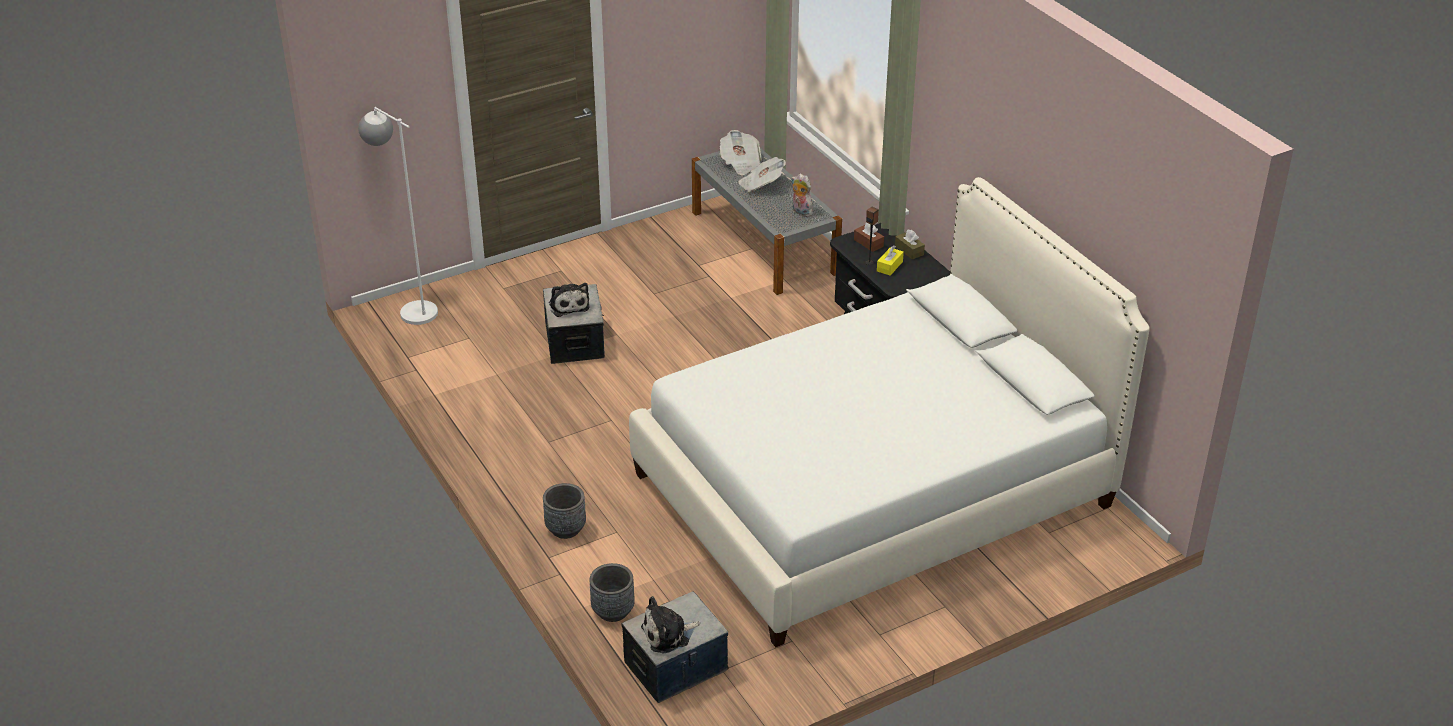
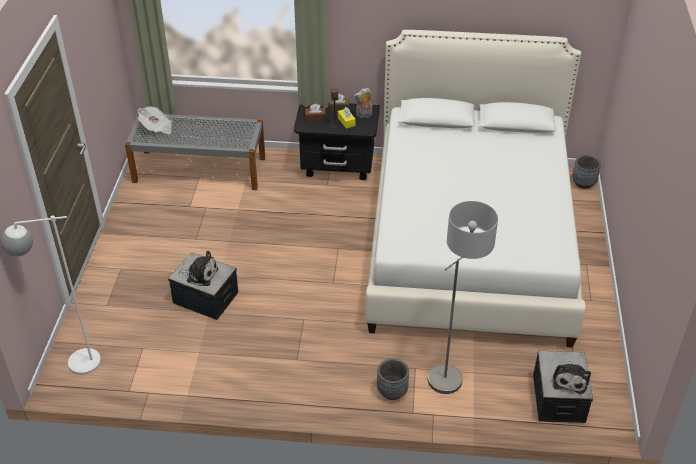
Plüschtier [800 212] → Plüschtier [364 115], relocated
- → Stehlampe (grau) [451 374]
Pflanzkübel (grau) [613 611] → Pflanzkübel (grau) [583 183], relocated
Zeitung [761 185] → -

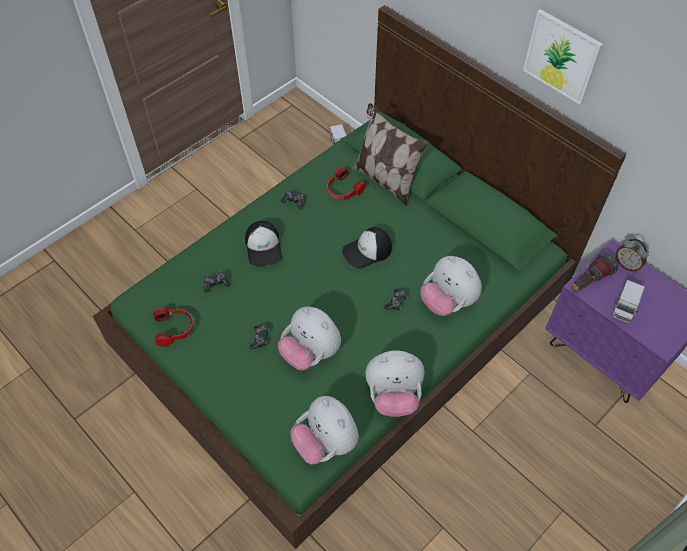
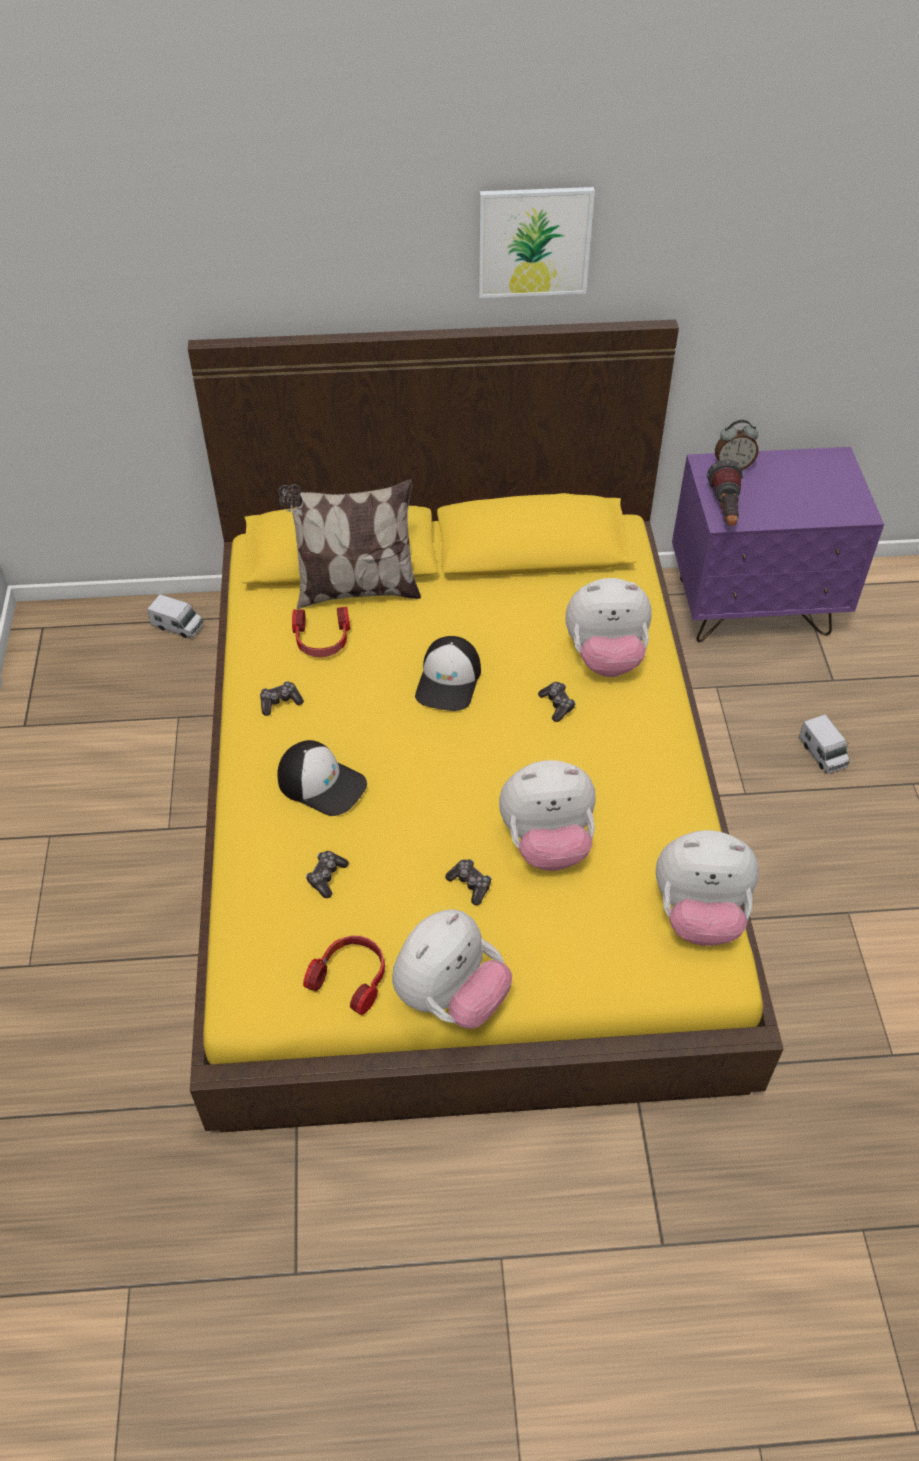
Bett (grün) [345 316] → Bett (gelb) [460 807]
Plüschtier [393 395] → Plüschtier [450 996], relocated
Spielzeuglaster [624 307] → Spielzeuglaster [822 753], relocated

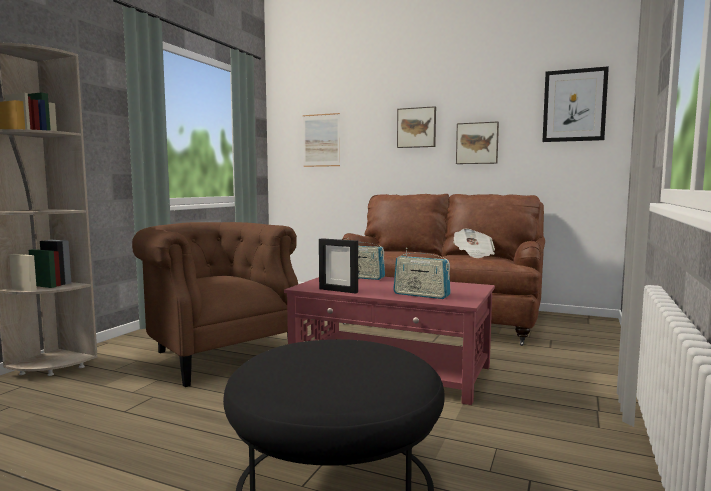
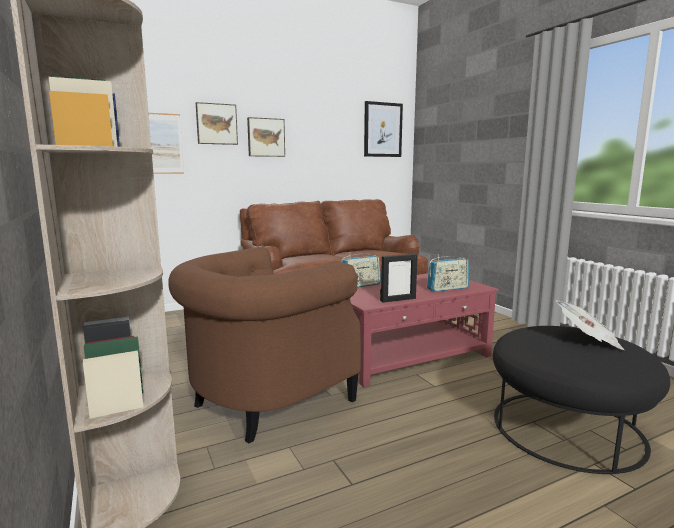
Sessel (braun) [216 354] → Sessel (braun) [265 402], 45 degrees counterclockwise
Bild [477 143] → Bild [216 124], relocated
Zeitung [473 255] → Zeitung [588 340], relocated

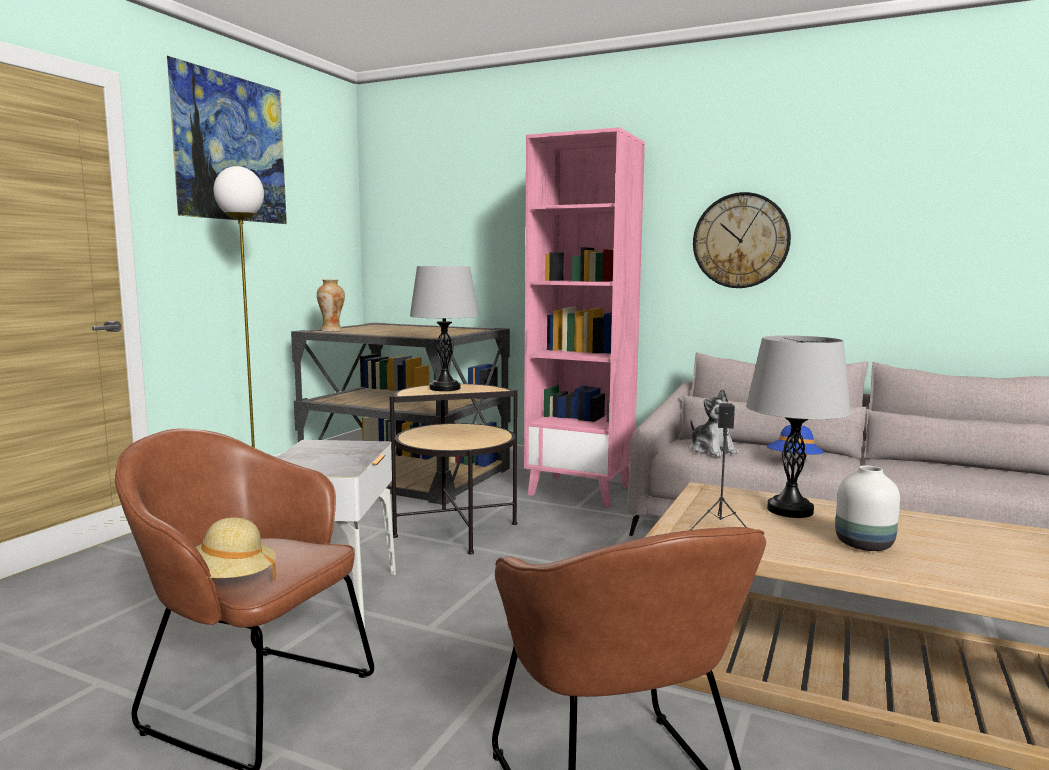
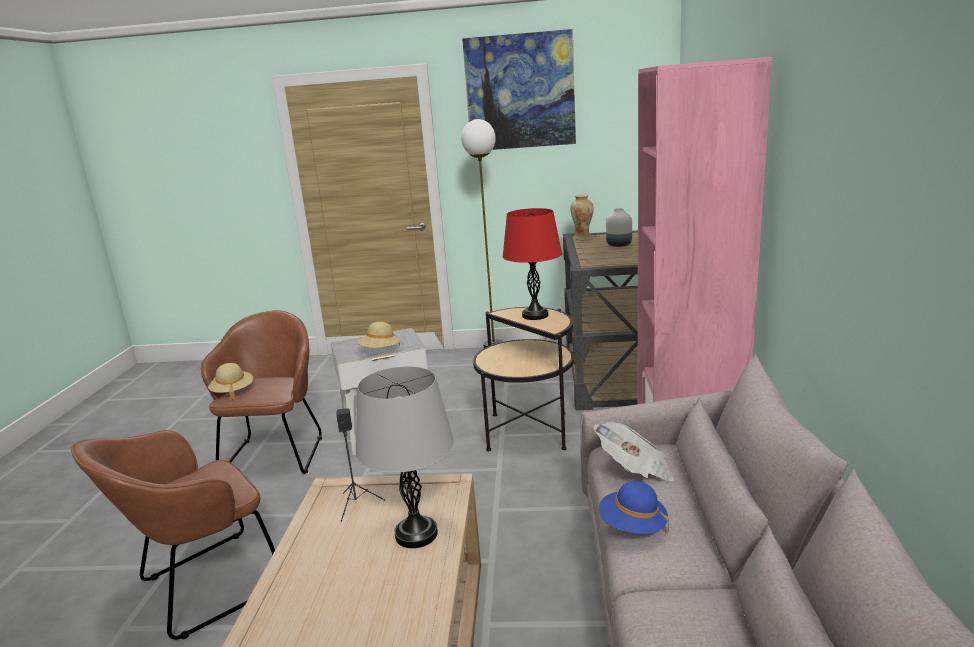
- → Hut (beige) [380 351]
Tischlampe (grau) [445 388] → Tischlampe (rot) [535 315]
Plüschtier [712 450] → Zeitung [635 470]
Vase (weiß) [865 545] → Vase (weiß) [619 245], relocated
Wanduhr [740 240] → -

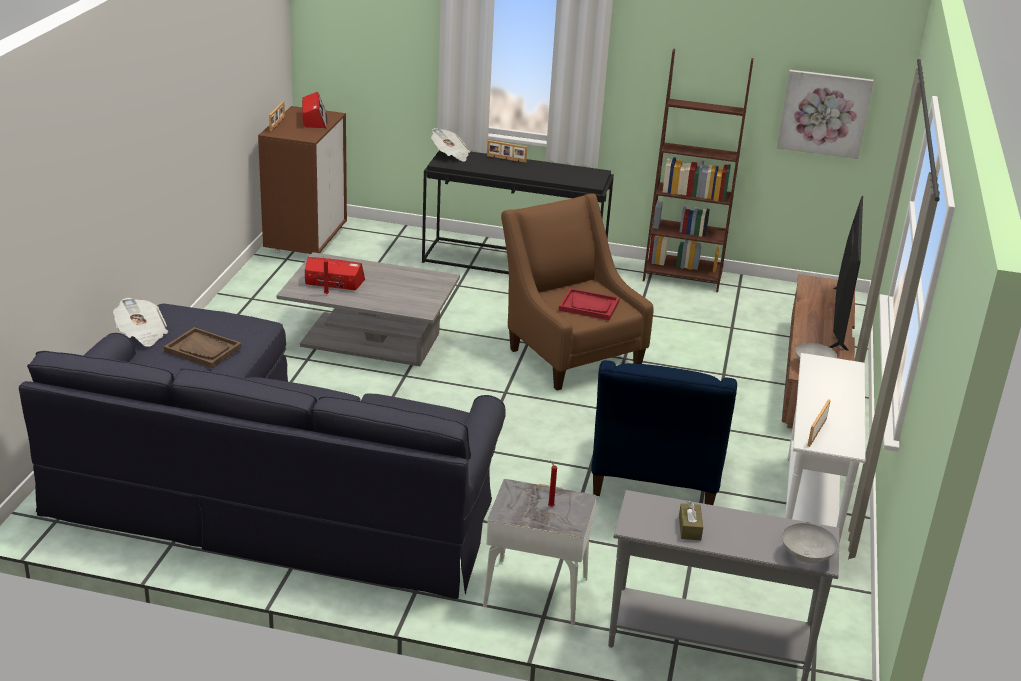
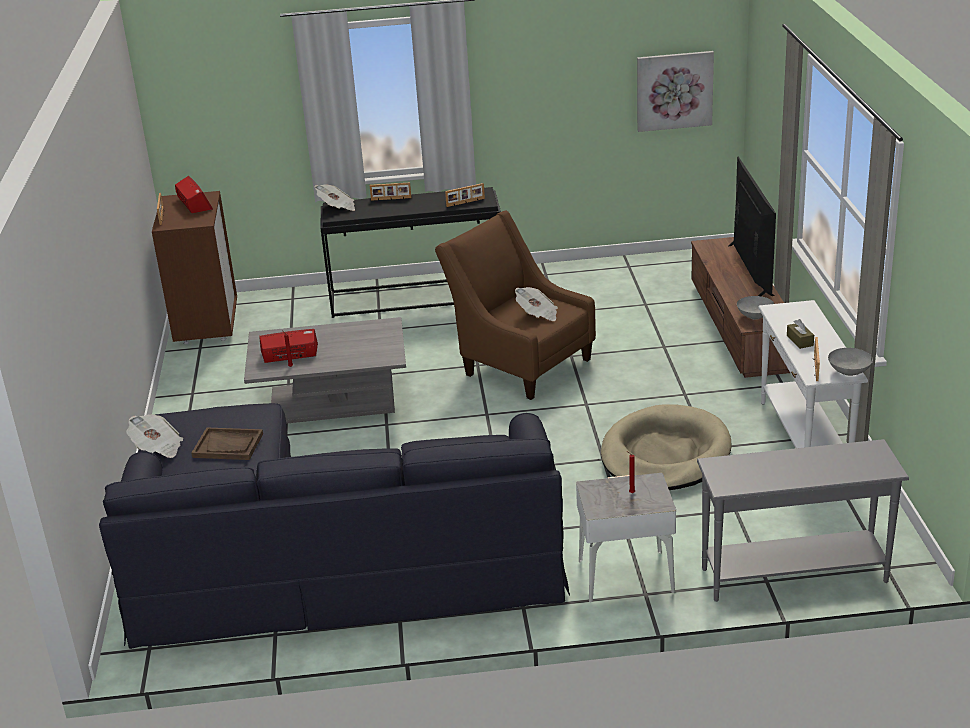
- → Bilderrahmen [465 202]
Tablett (rot) [589 306] → Zeitung [537 314]
Sessel (blau) [654 482] → Hundebett (beige) [665 455]
Taschentuchbox (braun) [689 528] → Taschentuchbox (braun) [800 341], relocated
Schüssel (grau) [805 557] → Schüssel (grau) [849 372], relocated
Bücherregal (braun) [682 276] → -

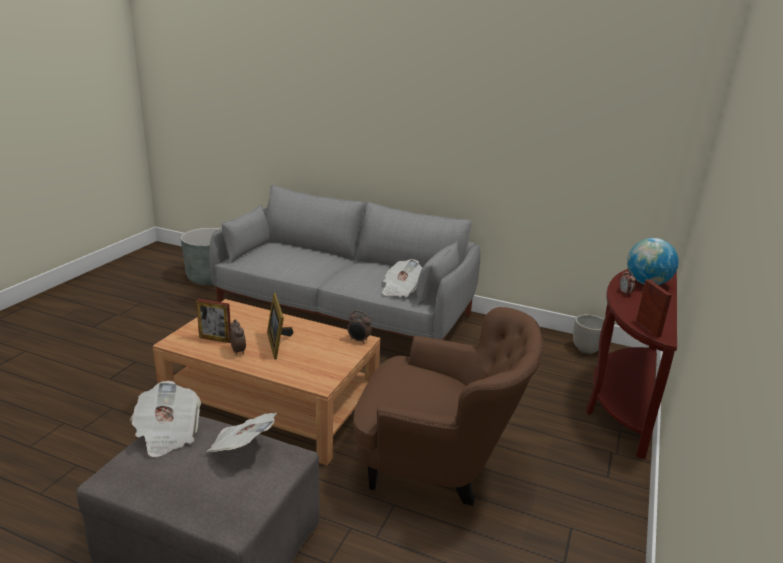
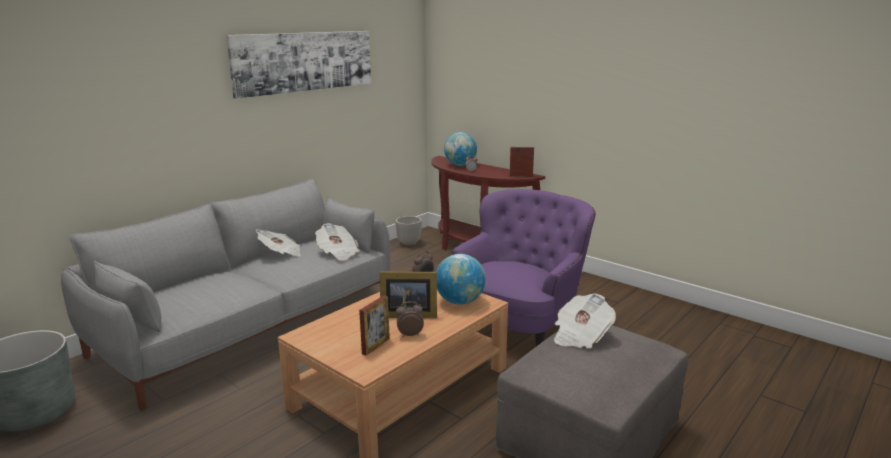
- → Bild [305 61]
Zeitung [167 433] → Zeitung [281 253], relocated
- → Globus [460 301]
Sessel (braun) [438 463] → Sessel (lila) [518 321]

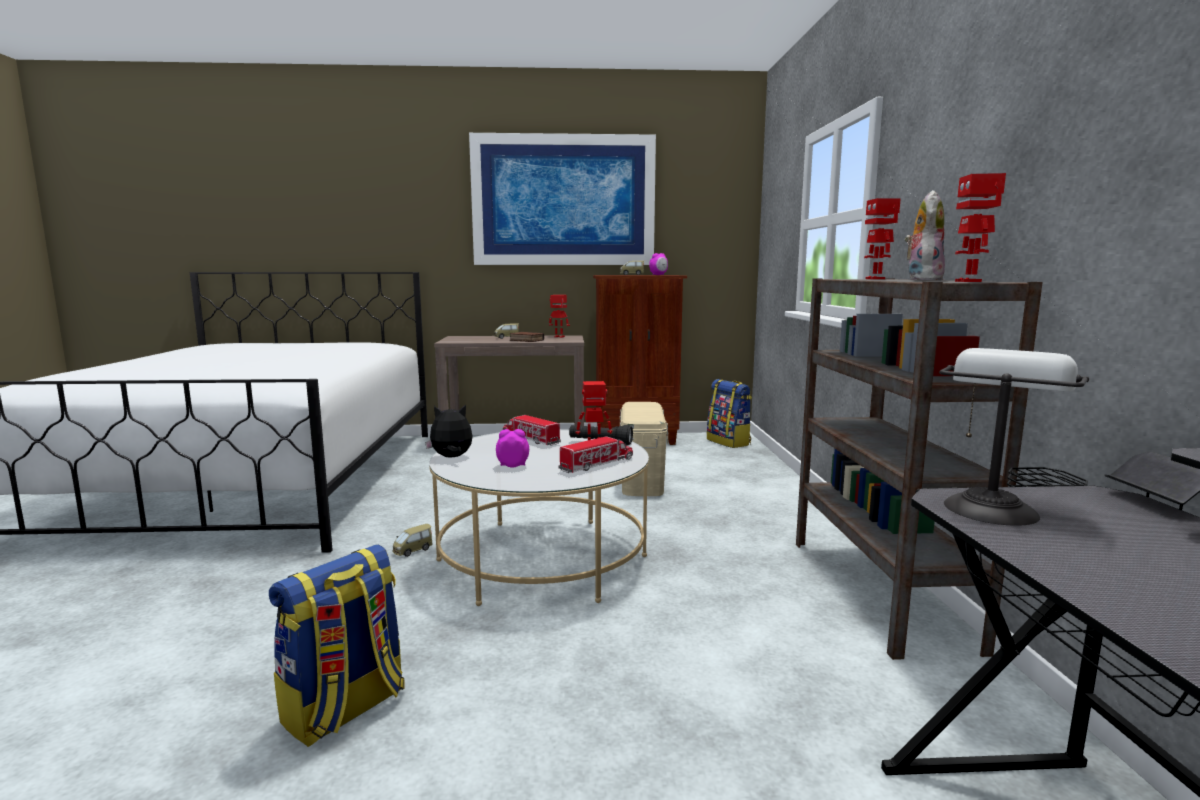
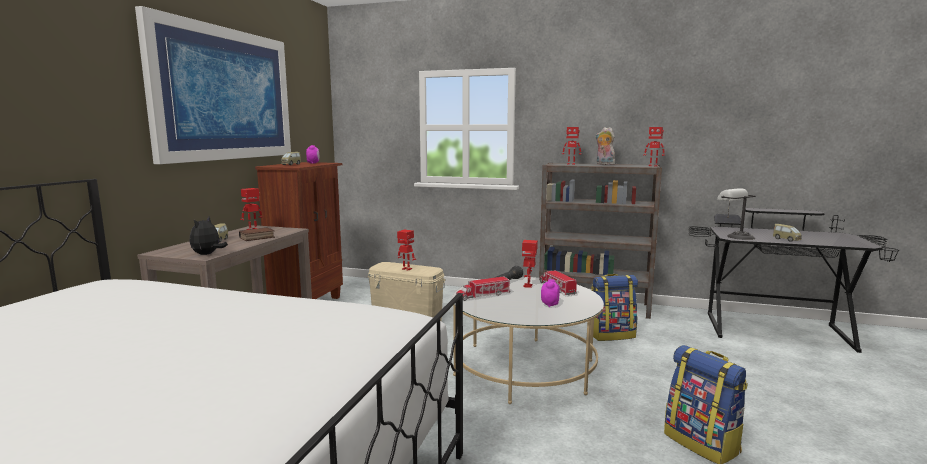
Plüschtier [451 457] → Plüschtier [207 254], relocated
- → Spielzeugroboter [406 269]
Rucksack [729 442] → Rucksack [611 335], relocated
Spielzeugauto [412 550] → Spielzeugauto [786 239], relocated

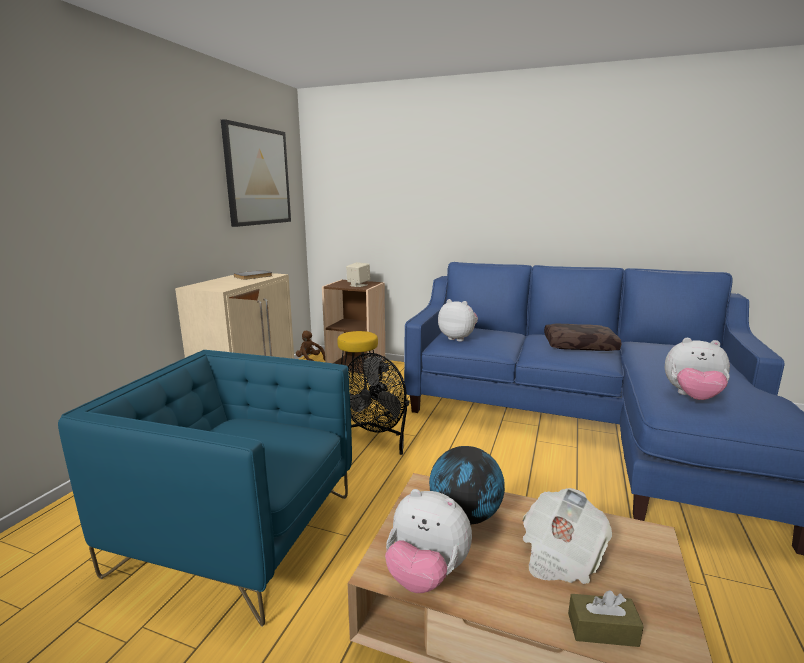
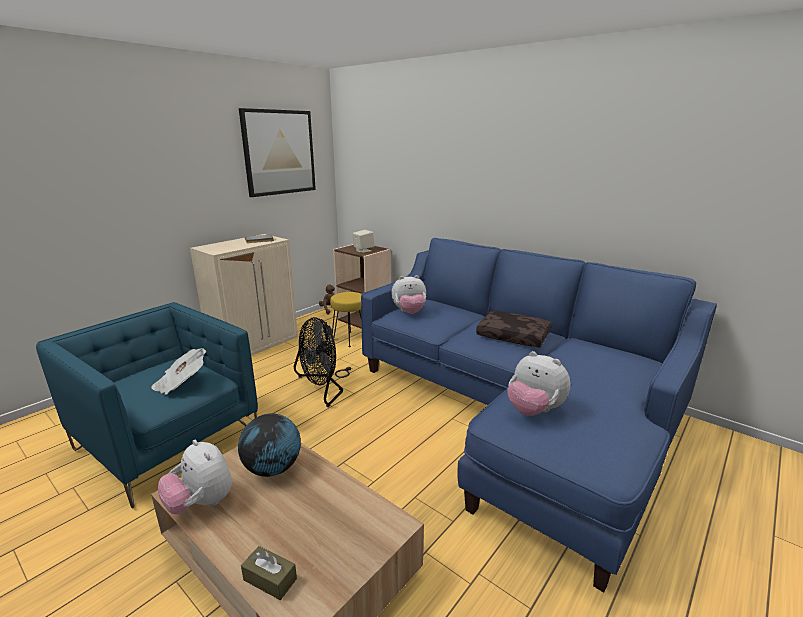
Zeitung [560 554] → Zeitung [181 383], relocated
Plüschtier [458 338] → Plüschtier [409 312], 120 degrees clockwise

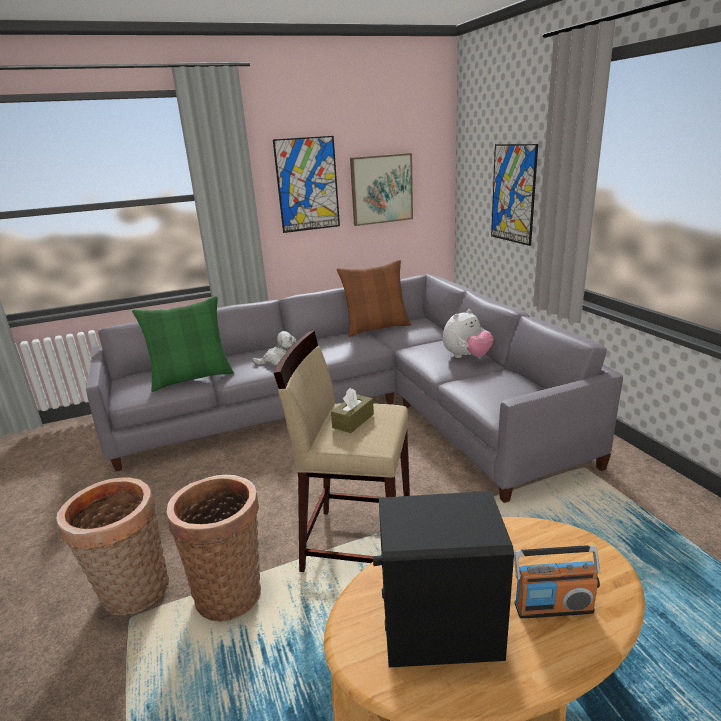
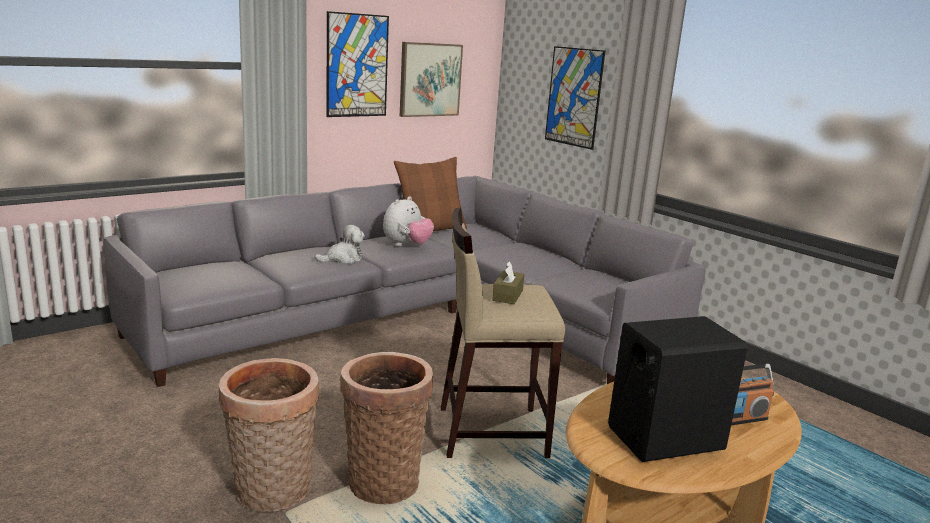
Plüschtier [466 357] → Plüschtier [406 245], relocated
Kissen (grün) [192 378] → -

